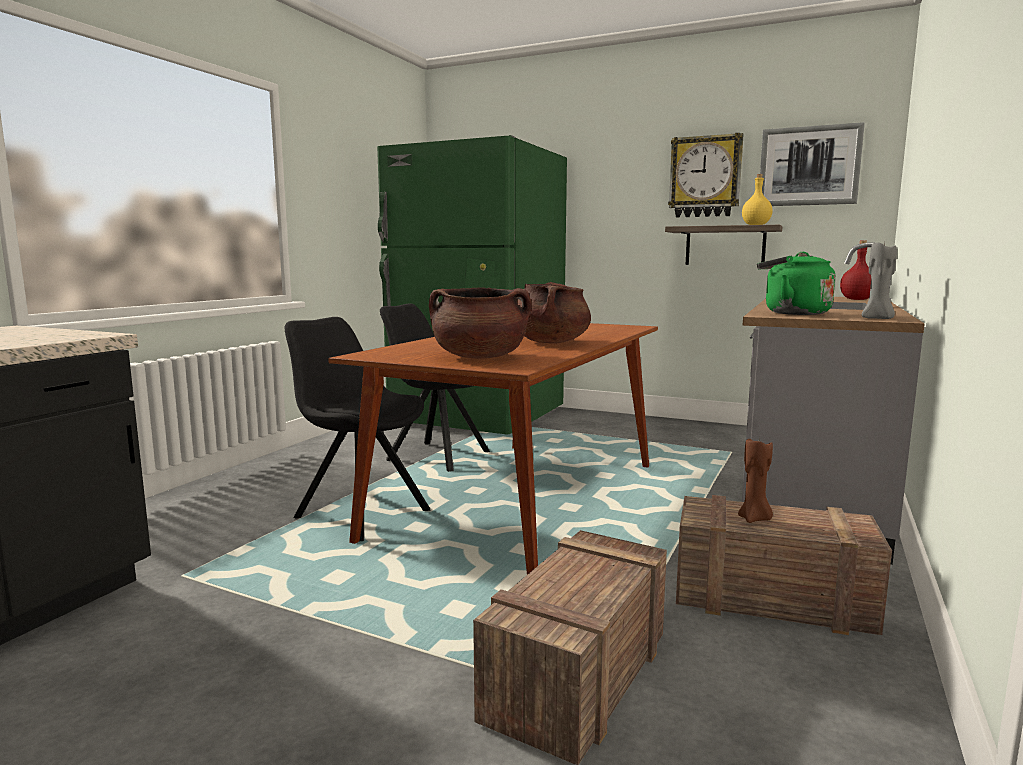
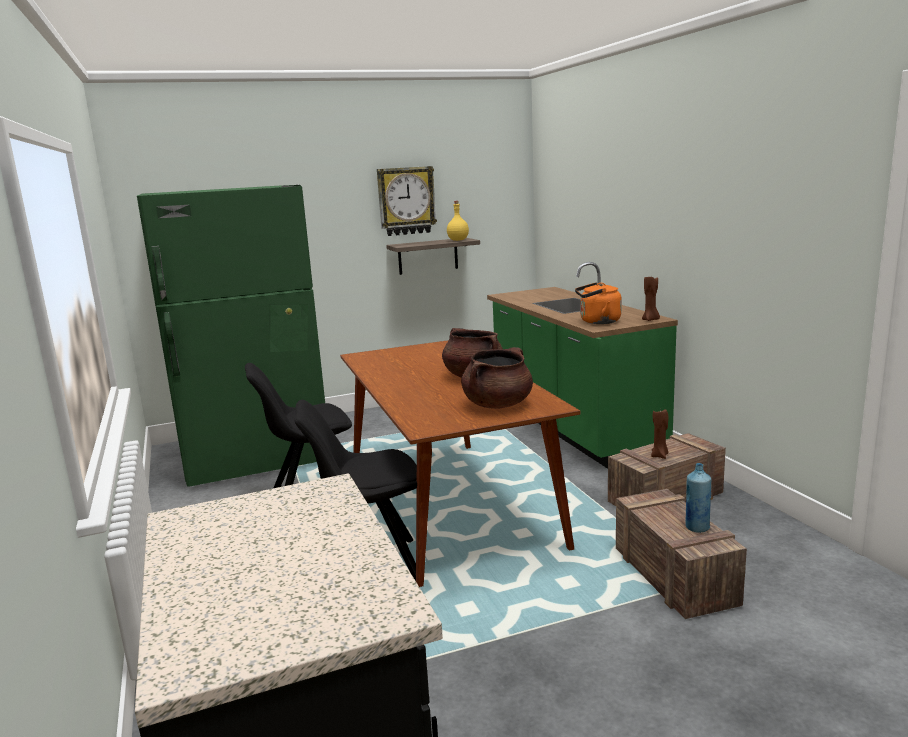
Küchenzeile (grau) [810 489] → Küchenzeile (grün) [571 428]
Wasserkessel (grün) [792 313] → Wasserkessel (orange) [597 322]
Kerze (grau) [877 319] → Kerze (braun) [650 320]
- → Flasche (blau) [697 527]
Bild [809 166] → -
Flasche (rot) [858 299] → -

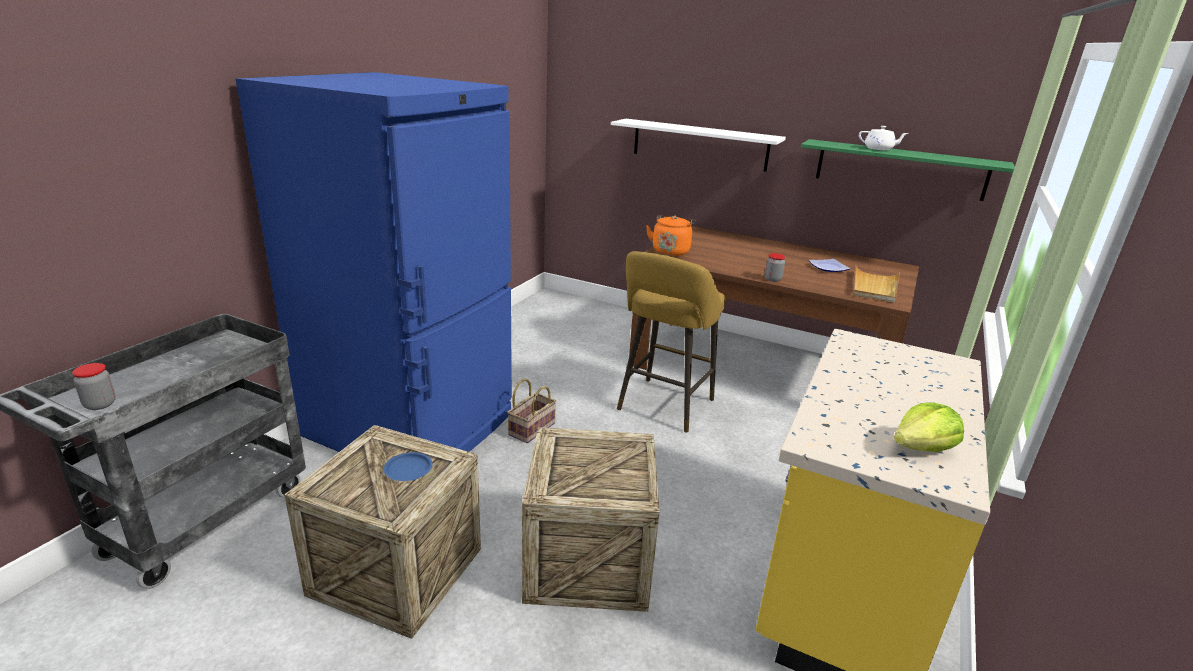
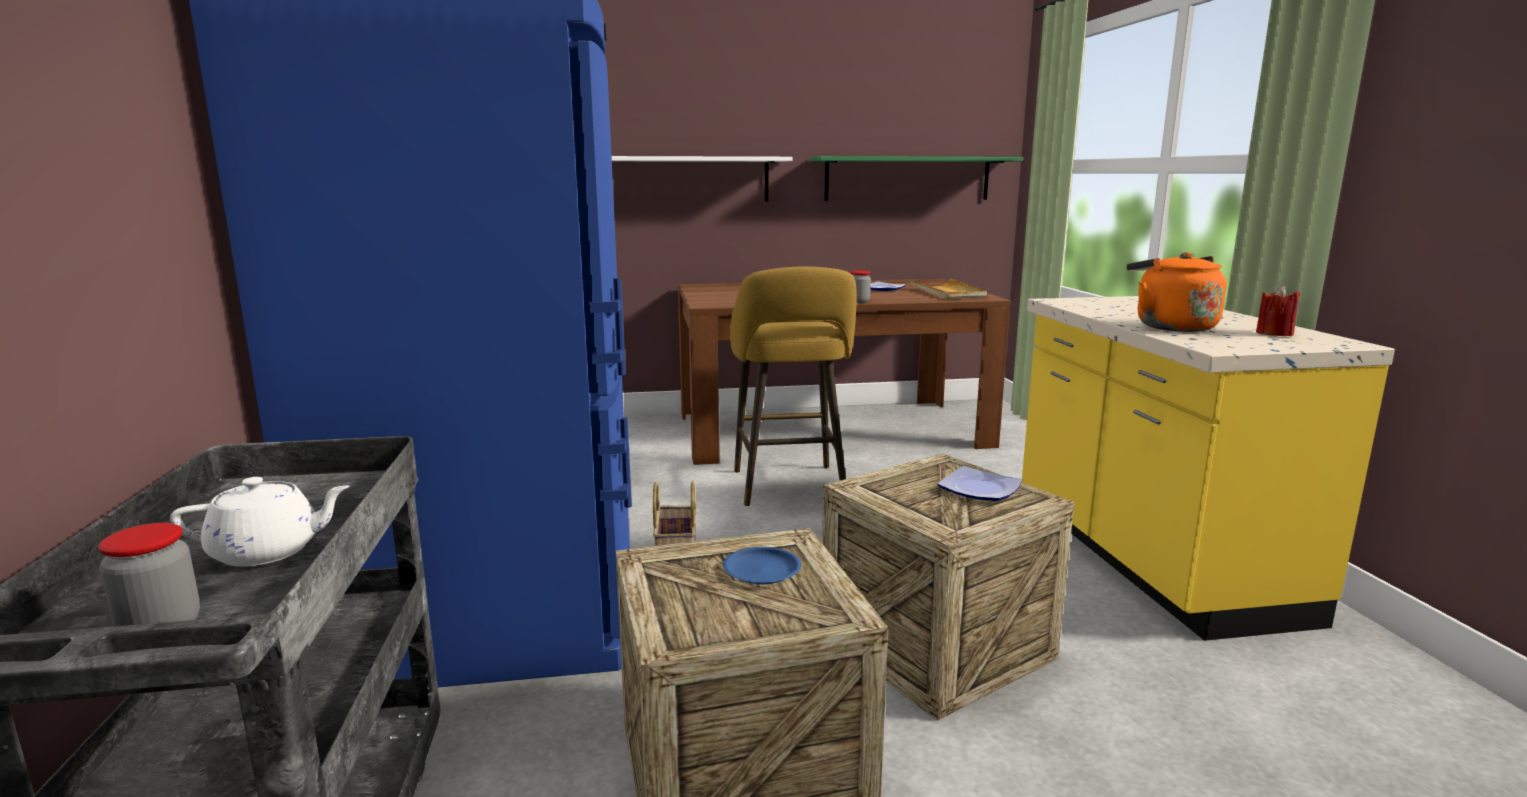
Teekanne (weiß) [879 149] → Teekanne (weiß) [268 551], relocated
- → Teller [980 490]
Wasserkessel (orange) [670 251] → Wasserkessel (orange) [1170 326], relocated
Salatkopf [922 448] → Kerze (rot) [1274 334]

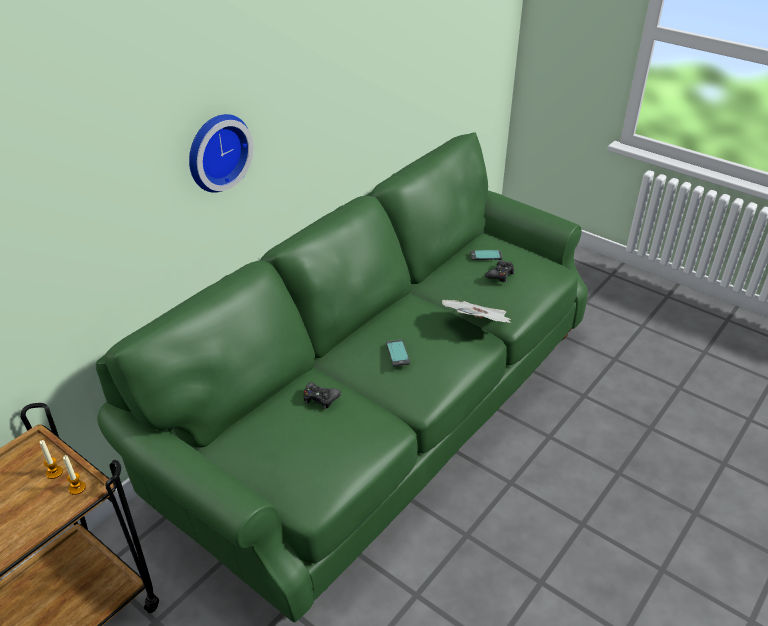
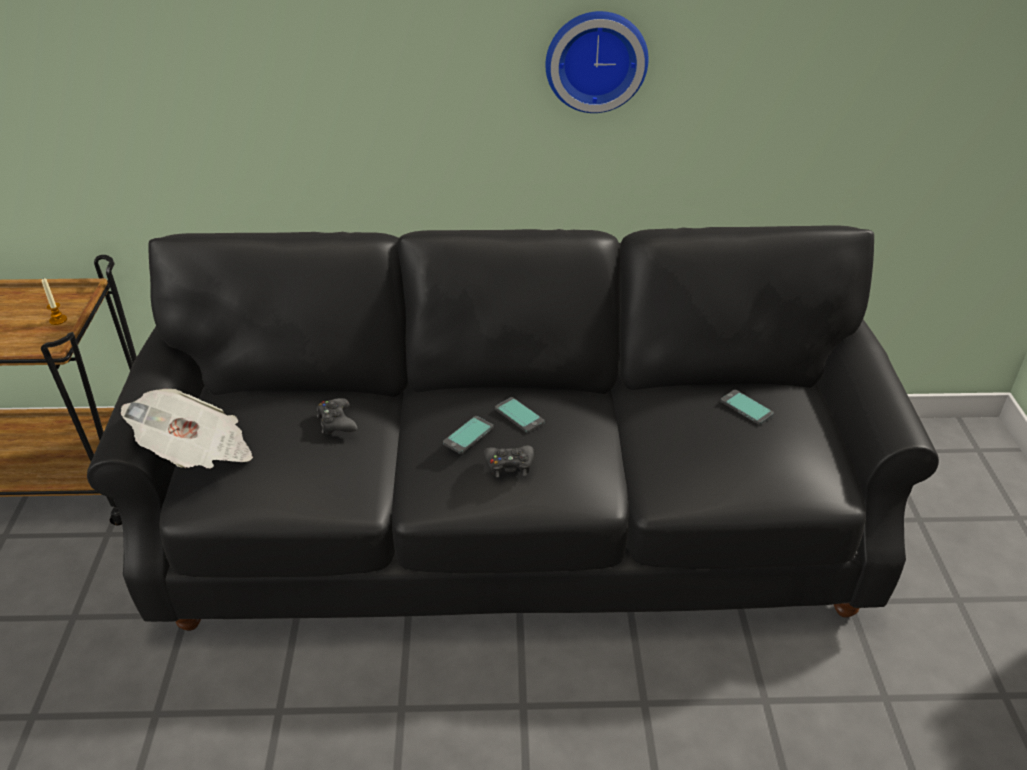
Sofa (grün) [383 411] → Sofa (schwarz) [513 523]
Zeitung [478 325] → Zeitung [197 453], relocated
Gamepad (schwarz) [500 275] → Gamepad (schwarz) [509 465], relocated
- → Handy [519 415]
Wanduhr [216 151] → Wanduhr [595 60], relocated
Kerze [77 488] → -

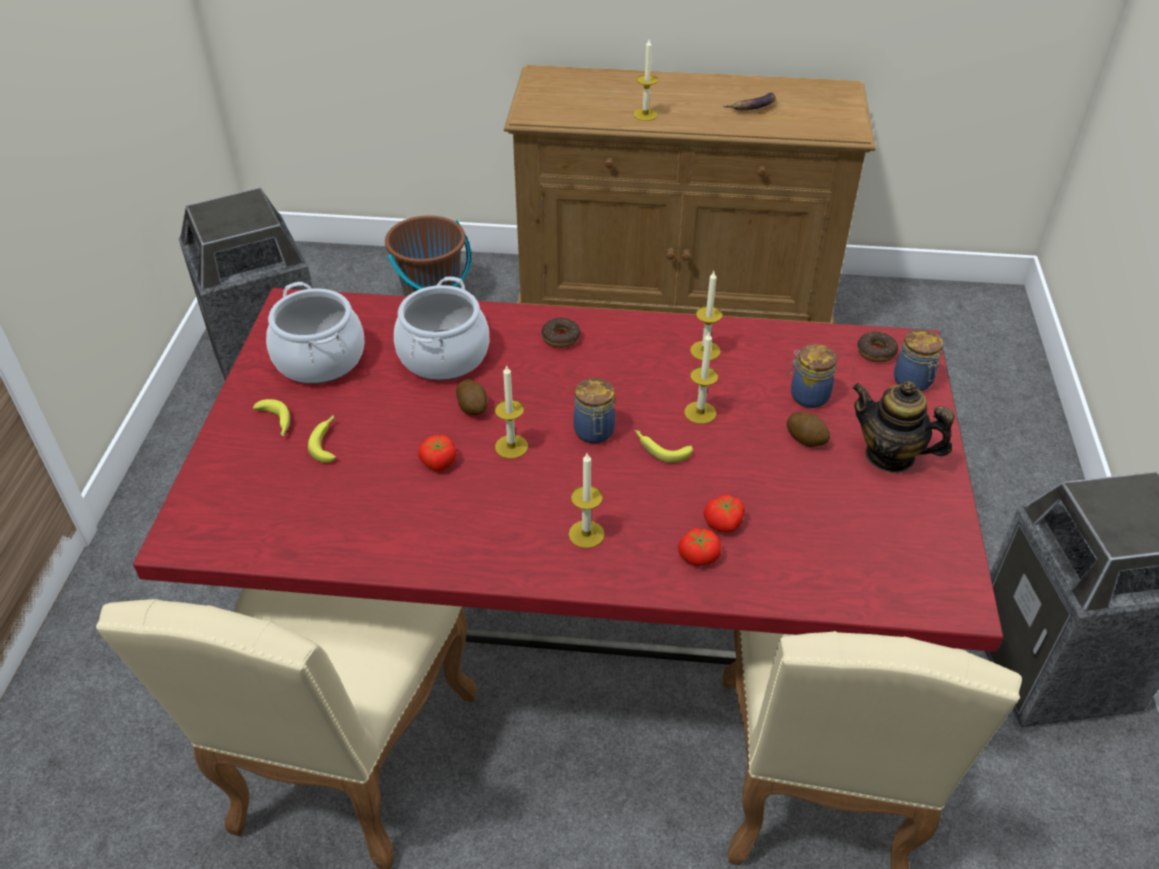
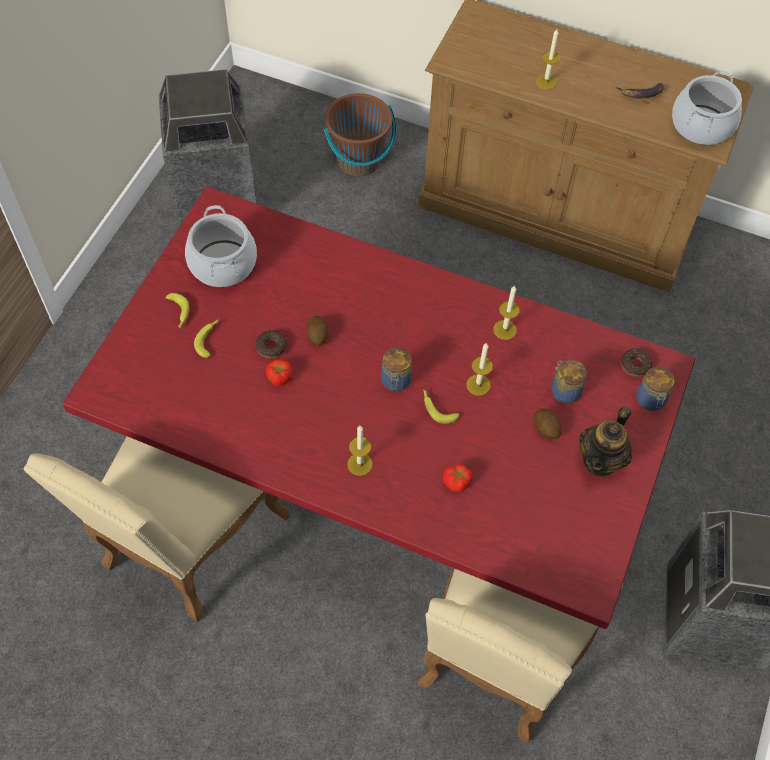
Donut [561 338] → Donut [271 347], relocated
Teekanne [890 456] → Teekanne [600 460], 105 degrees counterclockwise
Kochtopf [443 356] → Kochtopf [701 125], relocated
Kerze [511 446] → -
Tomate [698 555] → -

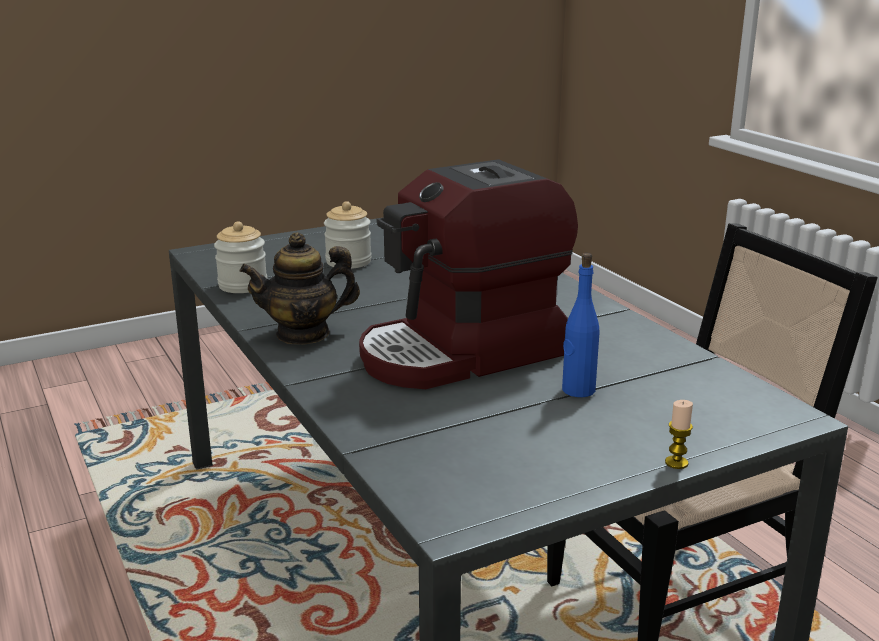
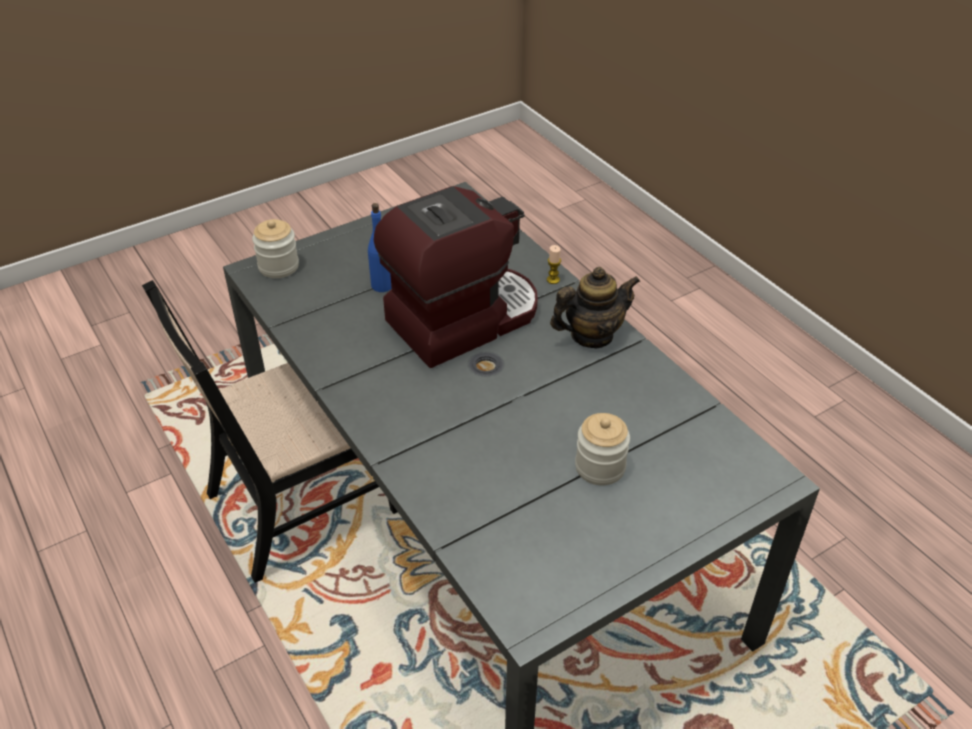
Vorratsglas [243 285] → Vorratsglas [278 266], relocated
Kerze [676 463] → Kerze [553 280], relocated

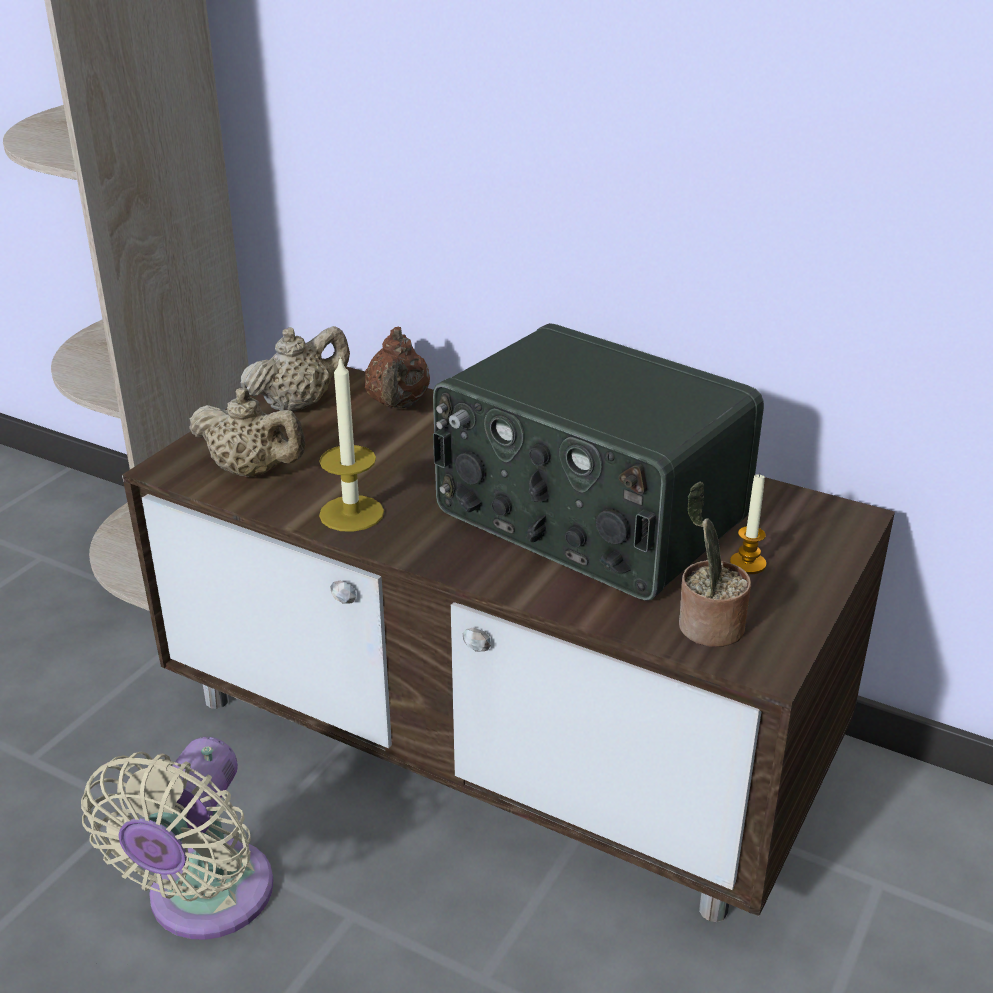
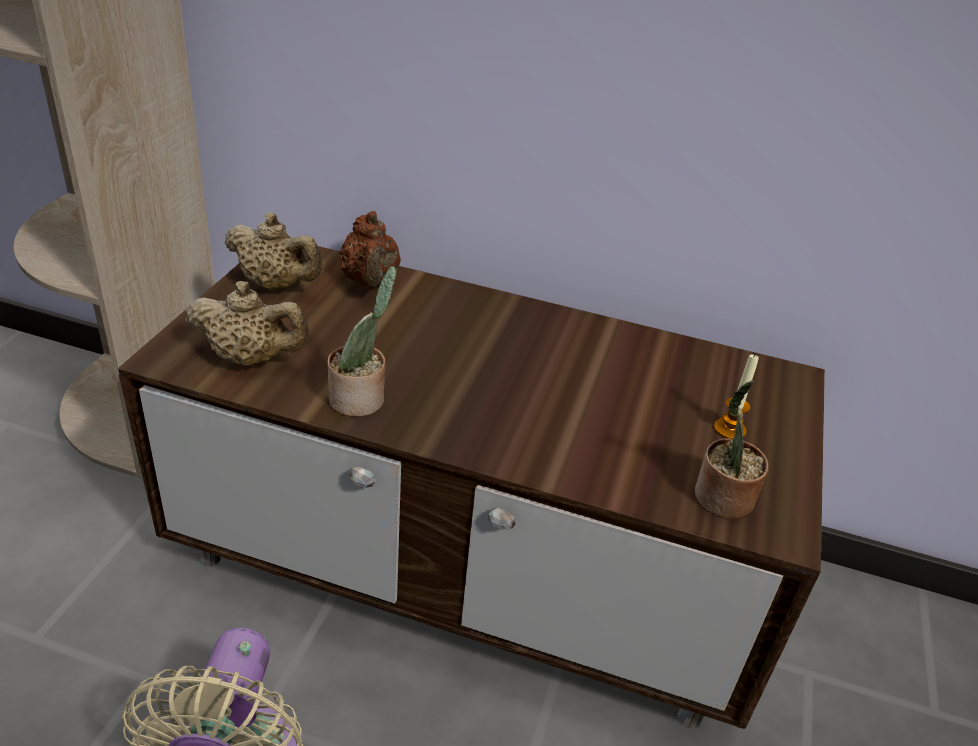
Teekanne (beige) [298 405] → Teekanne (beige) [276 285], 75 degrees clockwise
Kerze [351 513] → Topfpflanze [361 399]
Radio [588 518] → -

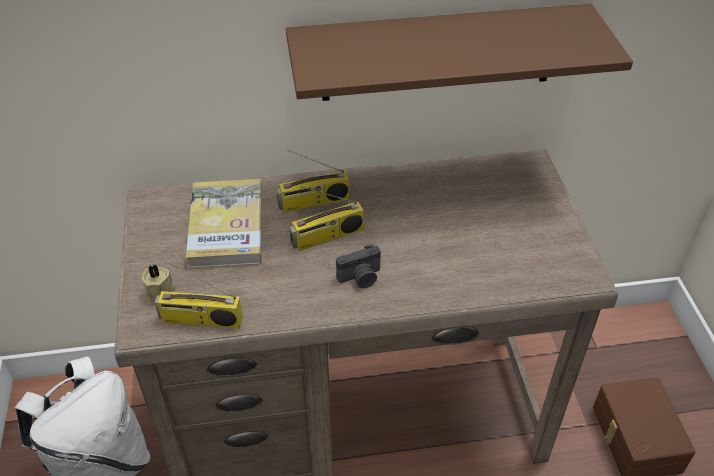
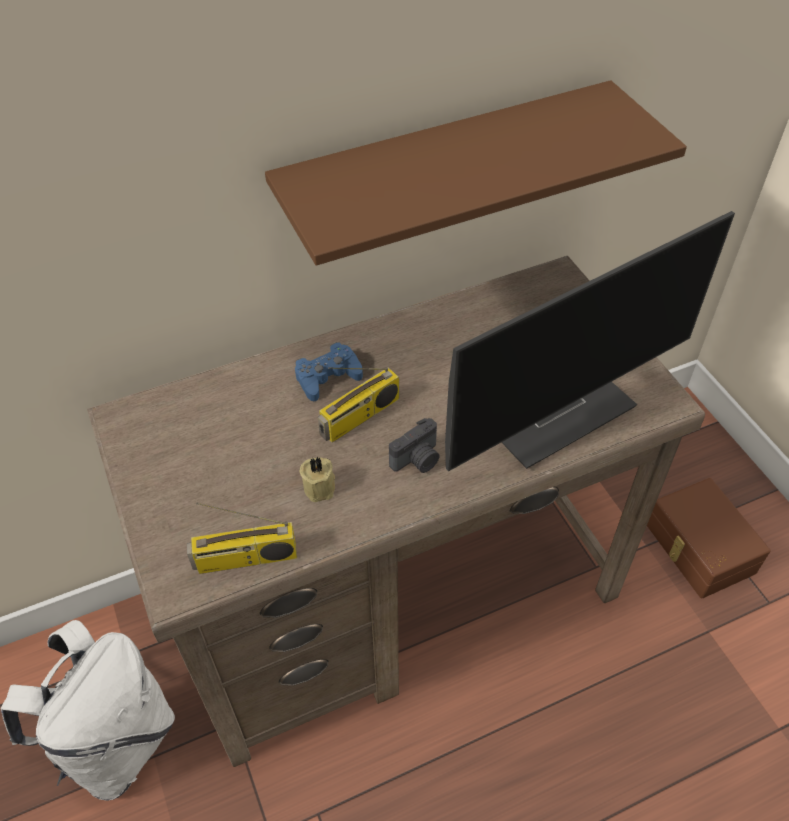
Radio [314 202] → Gamepad (blau) [327 377]
Kerze (beige) [161 292] → Kerze (beige) [320 486], relocated
- → Monitor [554 408]
Buch [226 226] → -

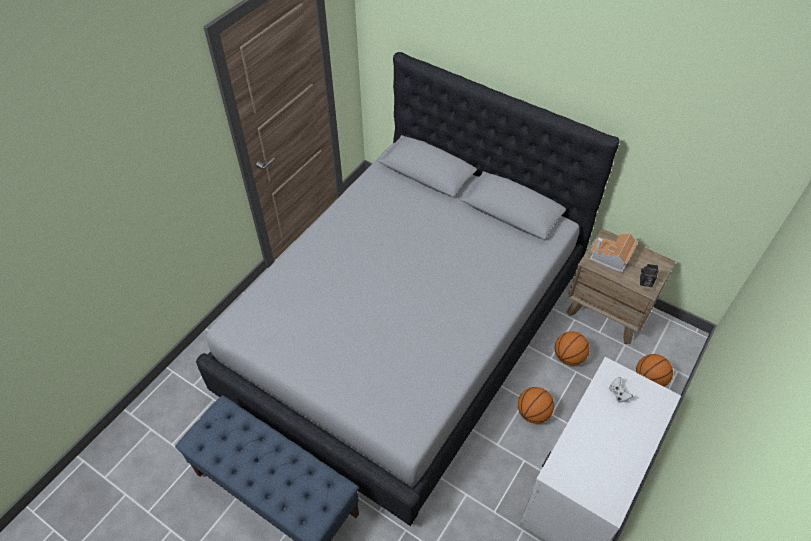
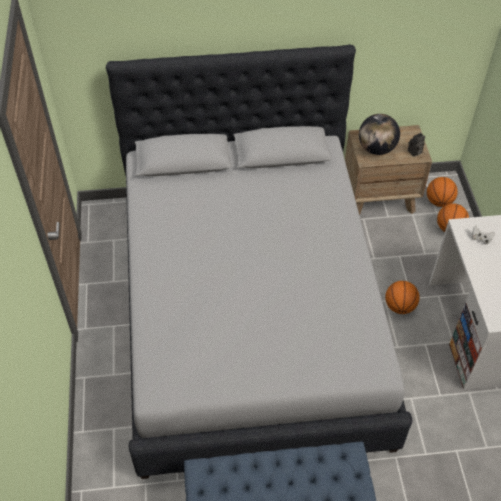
Spielzeughaus [611 258] → Globus [376 149]
Basketball [568 357] → Basketball [439 201], relocated

